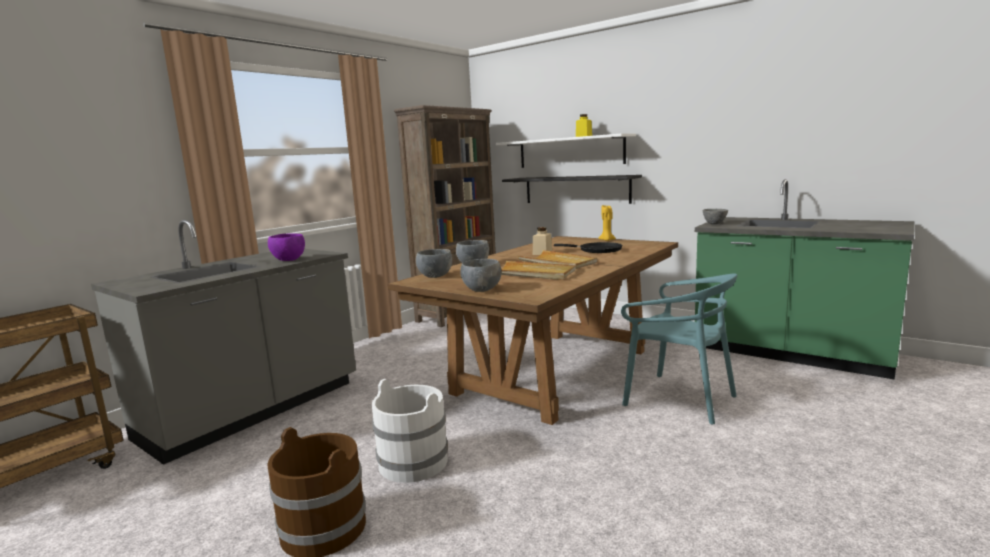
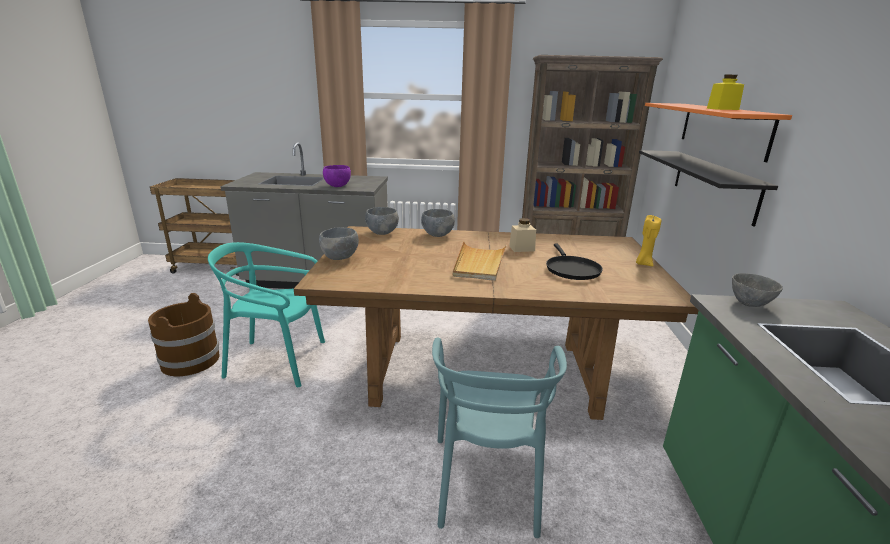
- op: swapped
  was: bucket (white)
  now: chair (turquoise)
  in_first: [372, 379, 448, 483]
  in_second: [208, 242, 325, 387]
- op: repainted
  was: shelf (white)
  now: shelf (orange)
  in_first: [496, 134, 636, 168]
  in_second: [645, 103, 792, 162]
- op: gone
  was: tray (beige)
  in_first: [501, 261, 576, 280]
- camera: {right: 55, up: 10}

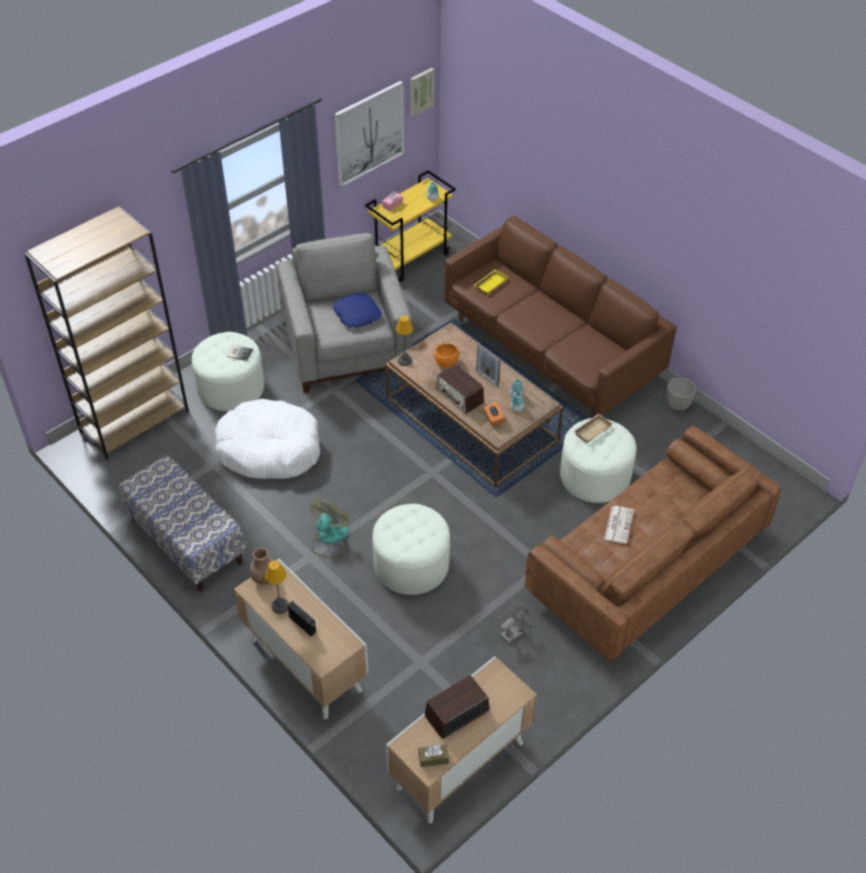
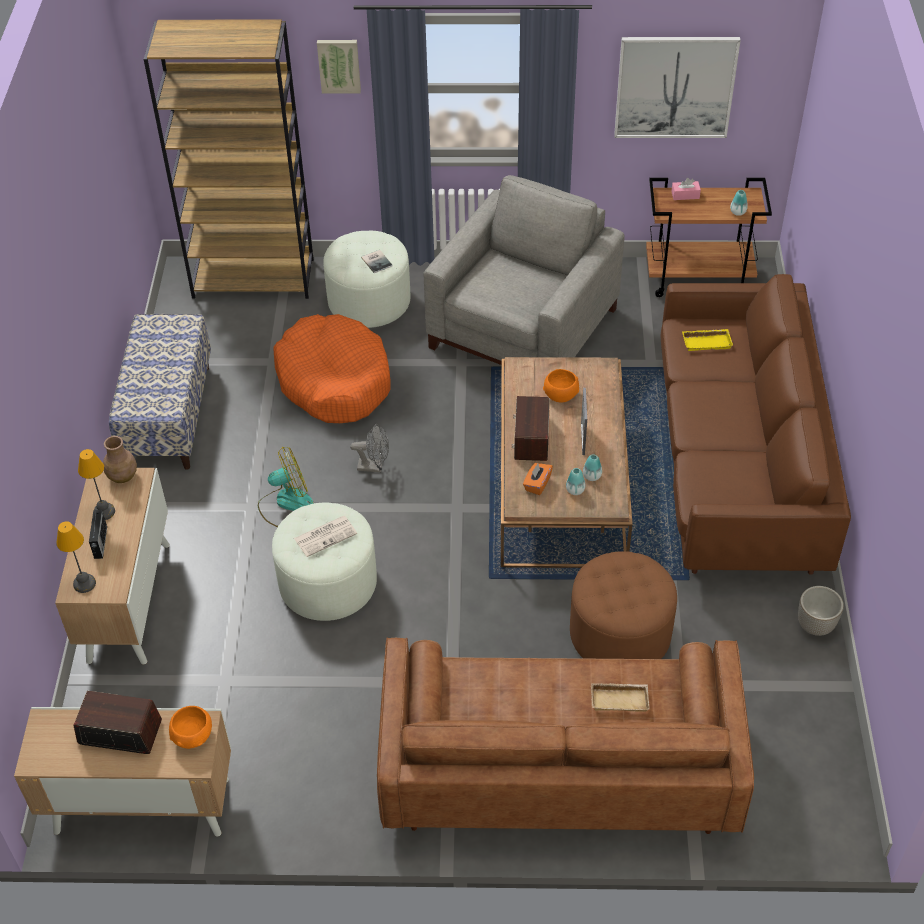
- op: shifted
  was: table lamp
  in_first: [396, 315, 413, 366]
  in_second: [56, 521, 96, 593]
- op: new
  now: bowl (orange)
  in_second: [169, 706, 212, 749]
- op: repainted
  was: dog bed (white)
  now: dog bed (orange)
  in_first: [215, 399, 320, 479]
  in_second: [274, 314, 391, 423]
- op: shifted
  was: newspaper
  in_first: [604, 506, 634, 544]
  in_second: [294, 516, 357, 557]
- op: shifted
  was: picture
  in_first: [410, 68, 434, 116]
  in_second: [317, 40, 361, 93]
- op: shifted
  was: fan (grey)
  in_first: [500, 600, 533, 644]
  in_second: [350, 424, 389, 472]
- op: repainted
  was: ottoman (white)
  now: ottoman (brown)
  in_first: [560, 418, 637, 503]
  in_second: [570, 551, 677, 659]
- op: shifted
  was: tray (beige)
  in_first: [574, 414, 612, 443]
  in_second: [591, 683, 650, 712]
- op: repainted
  was: cart (yellow)
  now: cart (brown)
  in_first: [365, 170, 456, 282]
  in_second: [646, 178, 772, 297]
- op: gone
  was: pillow (blue)
  in_first: [333, 293, 382, 328]
- op: gone
  was: tissue box (brown)
  in_first: [418, 744, 449, 767]
- camera: {right: 45, up: 0}

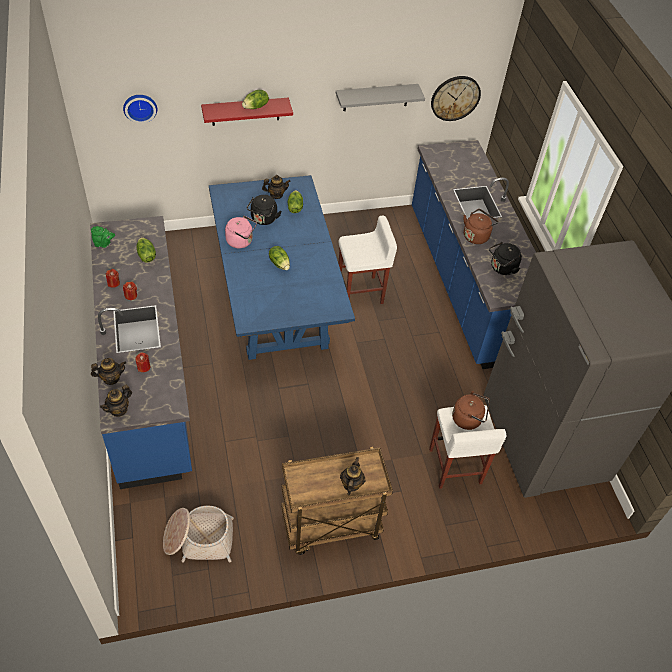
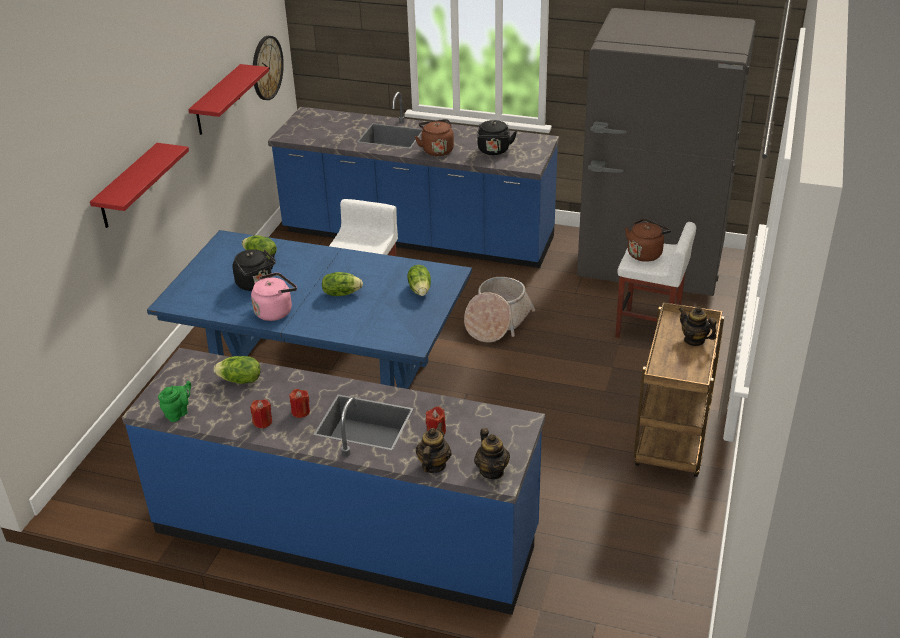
- op: repainted
  was: shelf (grey)
  now: shelf (red)
  in_first: [336, 84, 425, 111]
  in_second: [188, 64, 269, 135]
- op: shifted
  was: lettuce
  in_first: [242, 90, 269, 109]
  in_second: [407, 265, 431, 296]
- op: shifted
  was: basket
  in_first: [163, 506, 234, 563]
  in_second: [464, 277, 535, 342]
- op: gone
  was: wall clock
  in_first: [123, 95, 157, 124]
- op: gone
  was: teapot
  in_first: [262, 175, 291, 199]
- camera: {right: -55, up: -15}

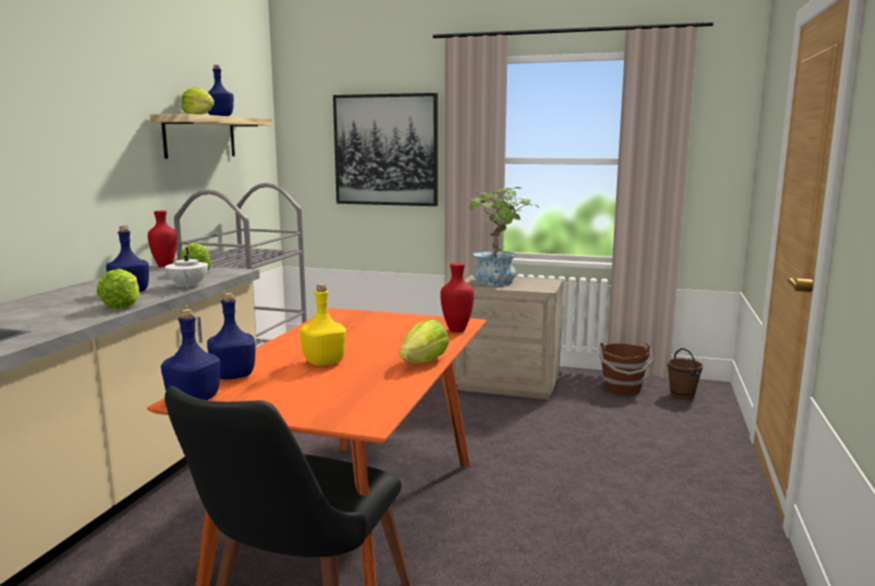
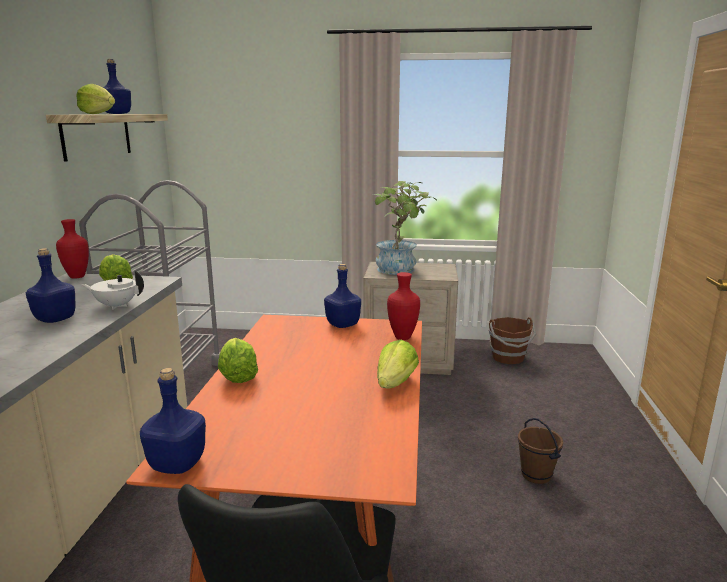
- op: rotated
  was: teapot (white)
  in_first: [165, 248, 208, 288]
  in_second: [81, 270, 144, 310]
  clockwise: 120
- op: shifted
  was: lettuce
  in_first: [97, 269, 140, 309]
  in_second: [218, 338, 258, 383]
- op: shifted
  was: bottle (blue)
  in_first: [207, 293, 256, 379]
  in_second: [324, 264, 361, 328]
- op: shifted
  was: bucket (brown)
  in_first: [667, 348, 703, 399]
  in_second: [518, 418, 563, 484]
- op: gone
  was: bottle (yellow)
  in_first: [300, 284, 346, 366]
- op: gone
  was: picture
  in_first: [333, 93, 438, 206]
- camera: {right: -10, up: 5}

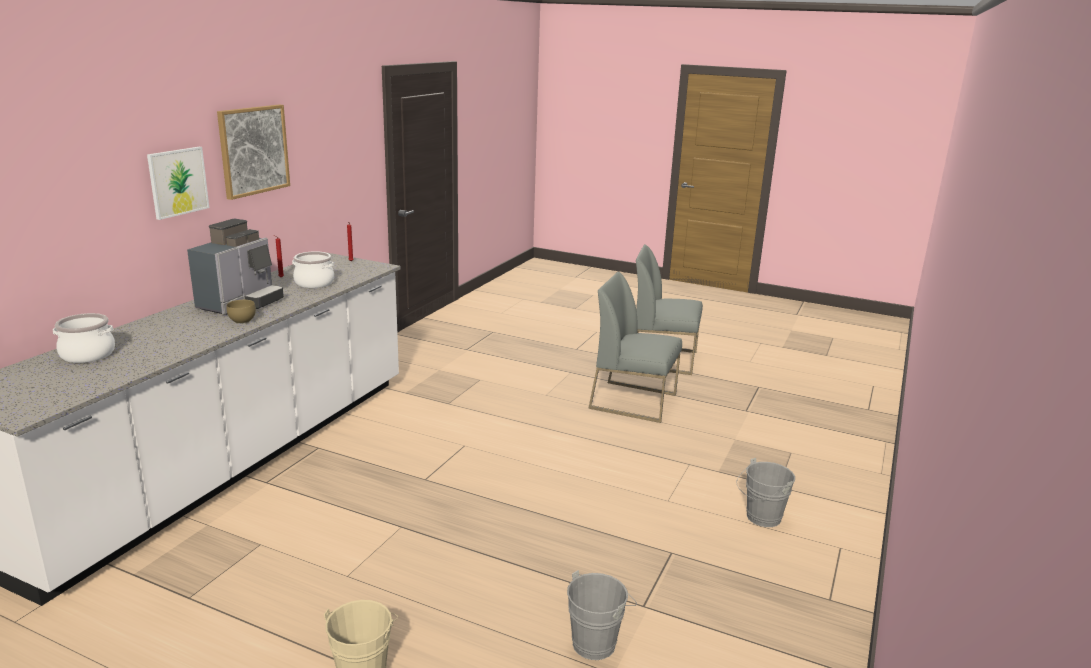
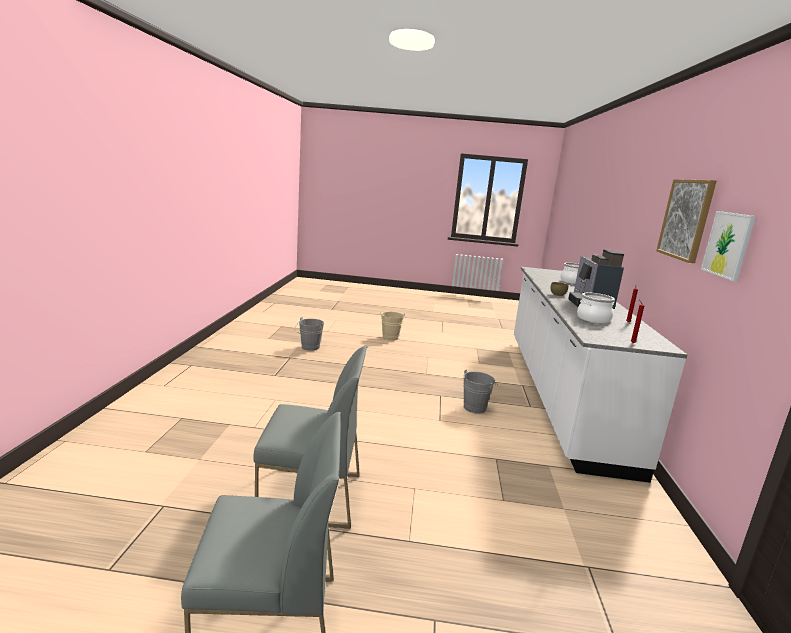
- op: shifted
  was: bucket (grey)
  in_first: [737, 458, 795, 527]
  in_second: [463, 369, 498, 414]
- op: shifted
  was: picture
  in_first: [147, 147, 209, 220]
  in_second: [701, 211, 756, 282]
- camera: {right: 160, up: -5}

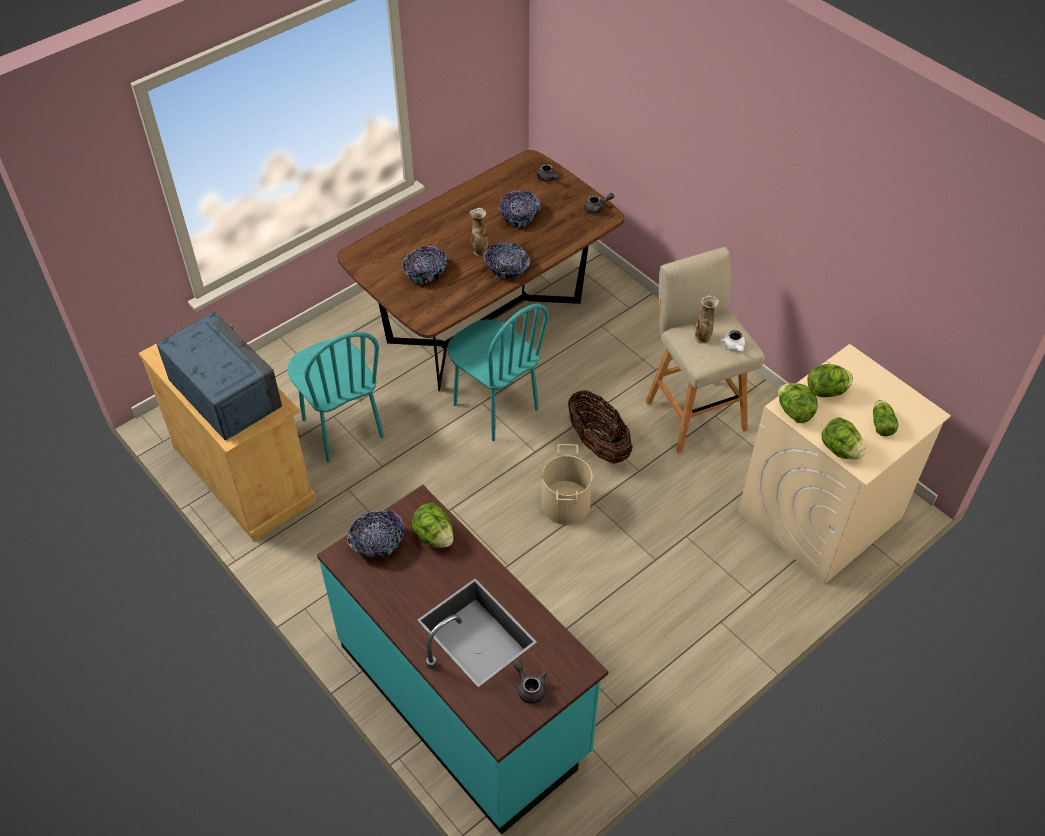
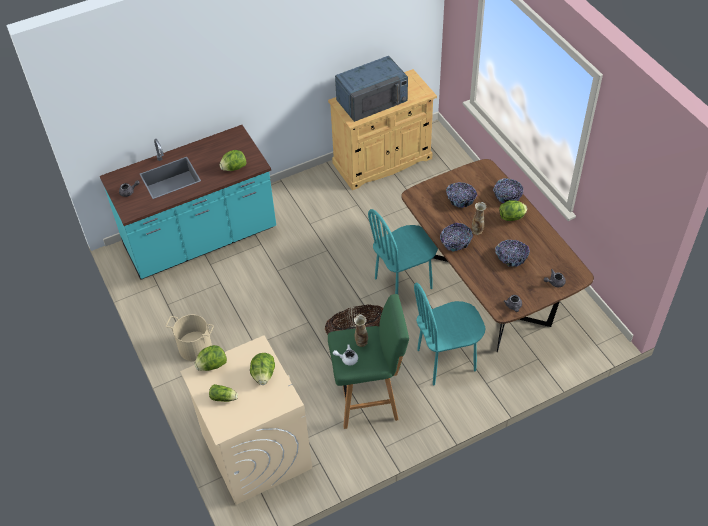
- op: shifted
  was: bucket (beige)
  in_first: [541, 444, 592, 525]
  in_second: [166, 315, 214, 361]
- op: repainted
  was: stool (beige)
  now: stool (green)
  in_first: [646, 247, 765, 454]
  in_second: [328, 294, 409, 429]
- op: shifted
  was: chair (turquoise)
  in_first: [288, 332, 384, 463]
  in_second: [414, 283, 485, 385]
- op: shifted
  was: bowl
  in_first: [347, 511, 405, 559]
  in_second: [493, 178, 524, 203]
- op: shifted
  was: lettuce
  in_first: [778, 383, 818, 423]
  in_second: [499, 200, 527, 221]
- camera: {right: 105, up: 0}

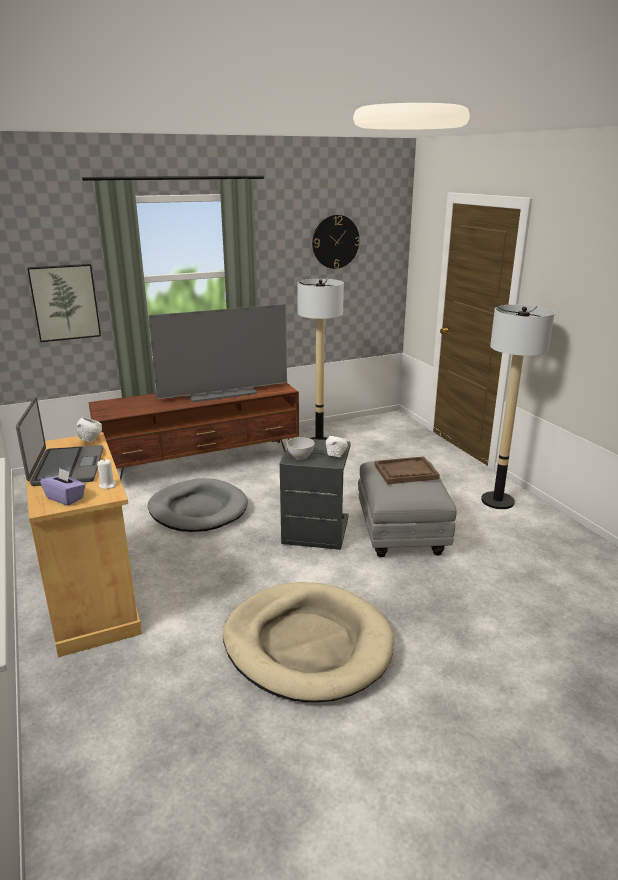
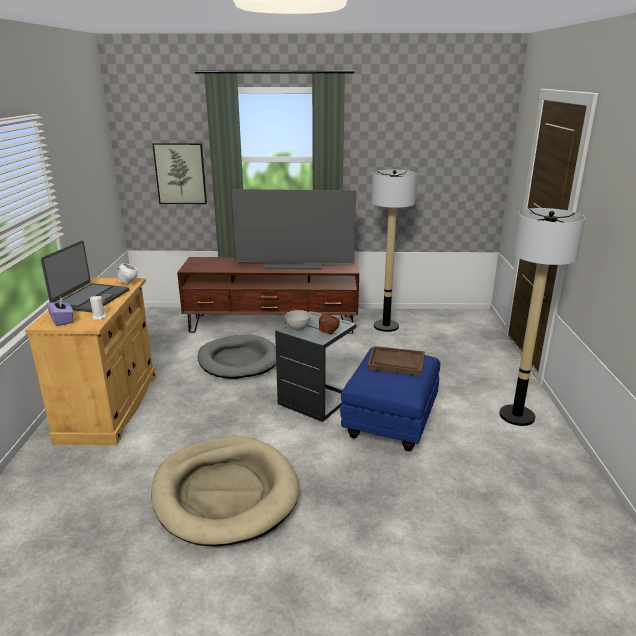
- op: repainted
  was: bowl (white)
  now: bowl (brown)
  in_first: [326, 436, 348, 457]
  in_second: [319, 313, 340, 335]
- op: repainted
  was: ottoman (grey)
  now: ottoman (blue)
  in_first: [358, 461, 457, 557]
  in_second: [340, 347, 440, 451]
- op: gone
  was: wall clock
  in_first: [312, 215, 360, 269]
- camera: {right: 25, up: 0}

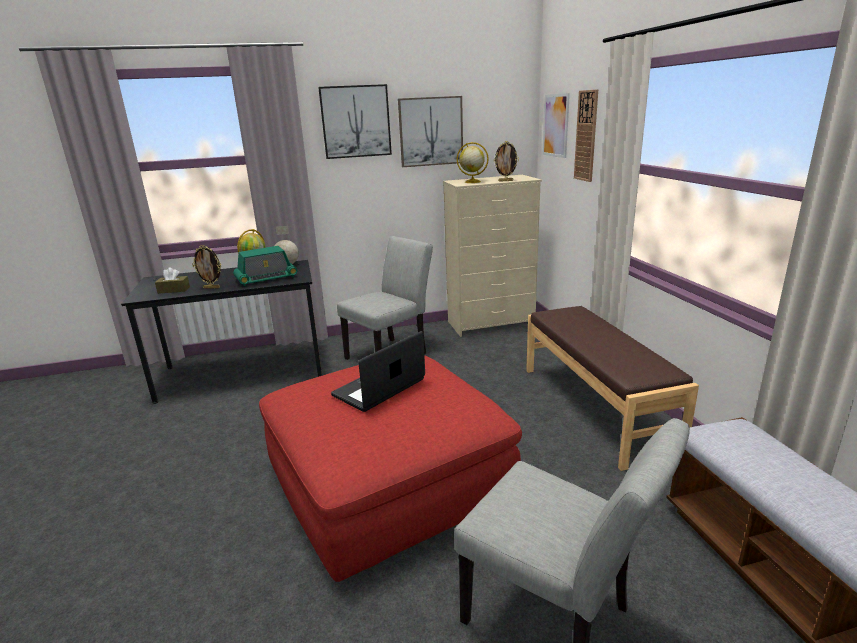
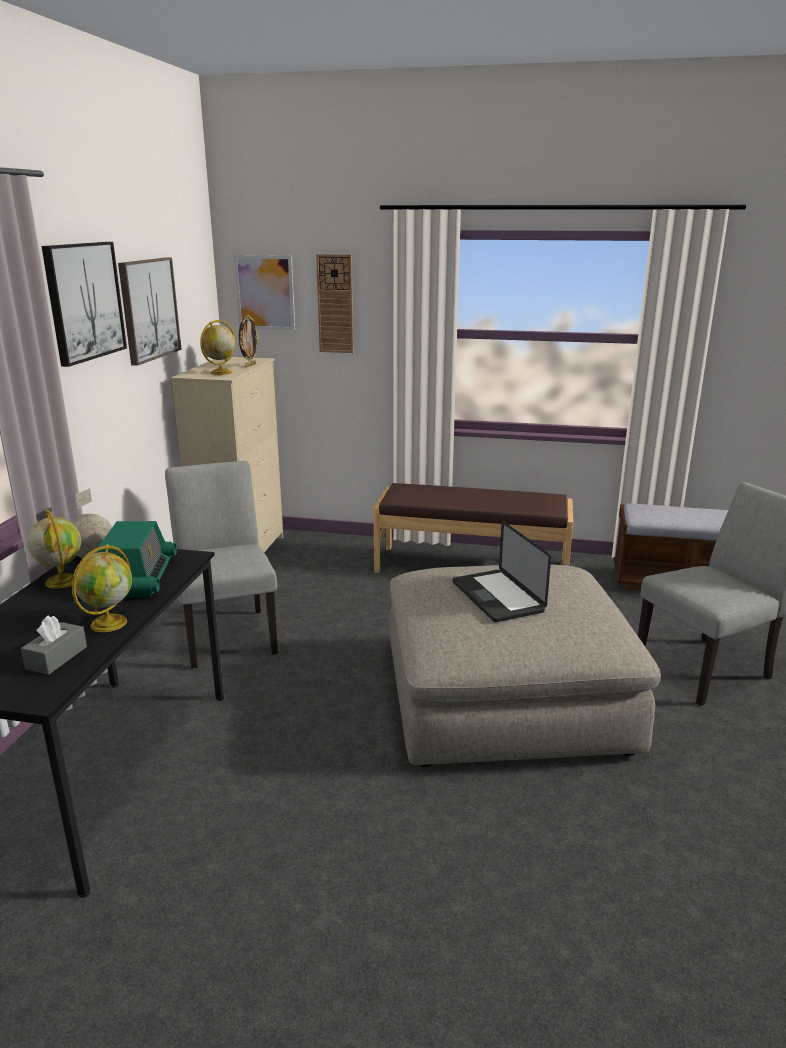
- op: repainted
  was: tissue box (brown)
  now: tissue box (grey)
  in_first: [155, 268, 190, 294]
  in_second: [21, 616, 87, 675]
- op: swapped
  was: picture frame
  now: globe
  in_first: [192, 245, 221, 289]
  in_second: [72, 544, 132, 632]
- op: repainted
  was: ottoman (red)
  now: ottoman (beige)
  in_first: [259, 355, 522, 582]
  in_second: [390, 564, 661, 767]
- camera: {right: -65, up: 0}

